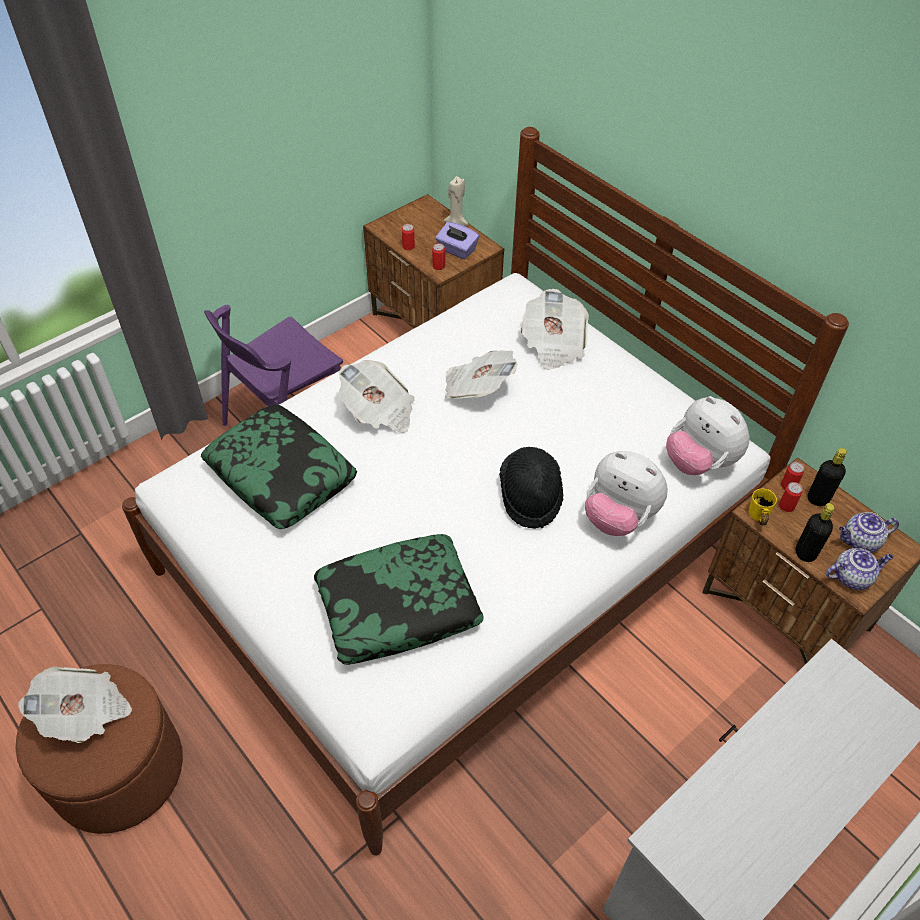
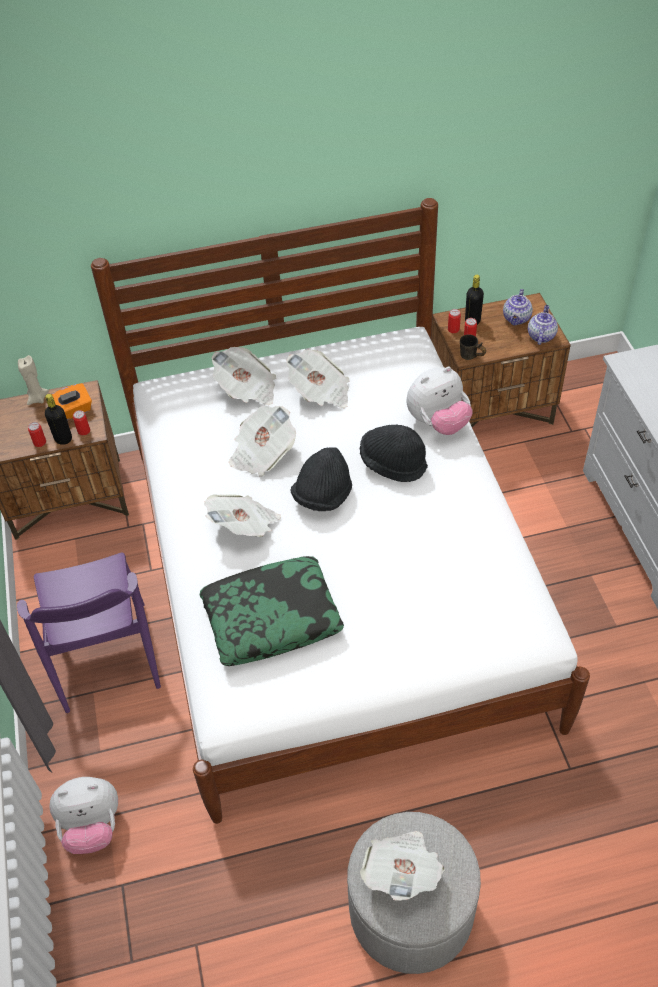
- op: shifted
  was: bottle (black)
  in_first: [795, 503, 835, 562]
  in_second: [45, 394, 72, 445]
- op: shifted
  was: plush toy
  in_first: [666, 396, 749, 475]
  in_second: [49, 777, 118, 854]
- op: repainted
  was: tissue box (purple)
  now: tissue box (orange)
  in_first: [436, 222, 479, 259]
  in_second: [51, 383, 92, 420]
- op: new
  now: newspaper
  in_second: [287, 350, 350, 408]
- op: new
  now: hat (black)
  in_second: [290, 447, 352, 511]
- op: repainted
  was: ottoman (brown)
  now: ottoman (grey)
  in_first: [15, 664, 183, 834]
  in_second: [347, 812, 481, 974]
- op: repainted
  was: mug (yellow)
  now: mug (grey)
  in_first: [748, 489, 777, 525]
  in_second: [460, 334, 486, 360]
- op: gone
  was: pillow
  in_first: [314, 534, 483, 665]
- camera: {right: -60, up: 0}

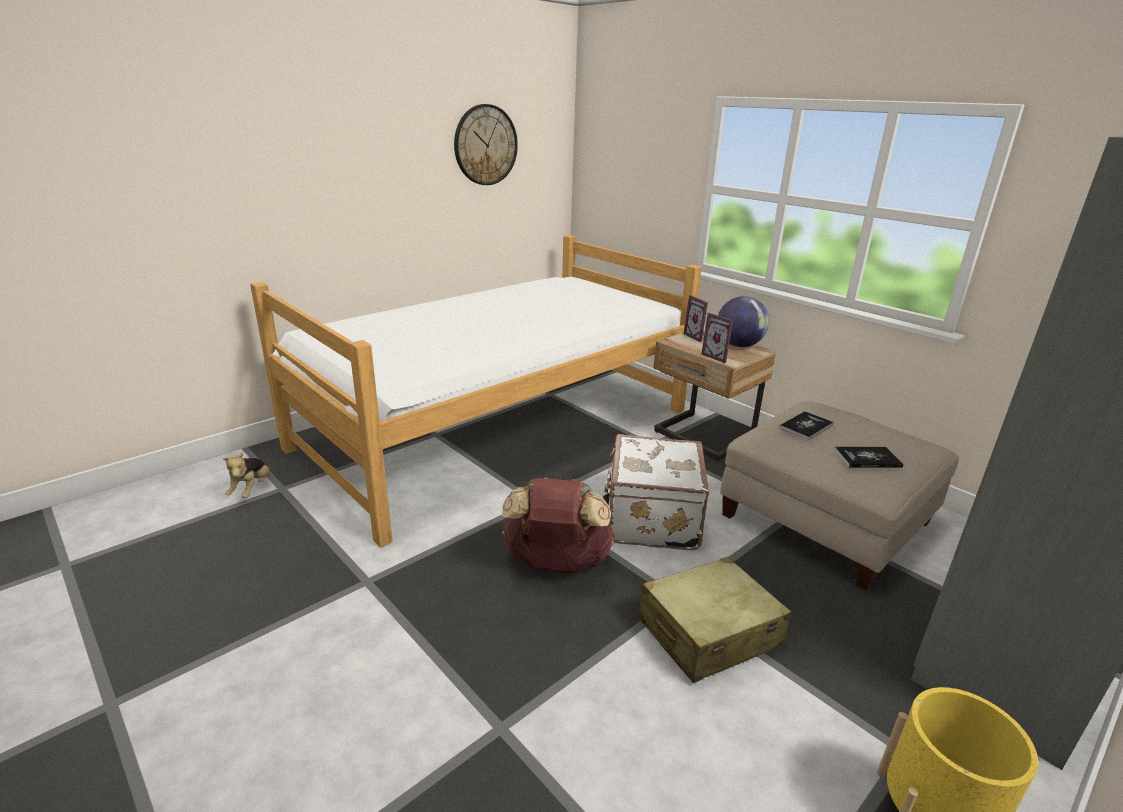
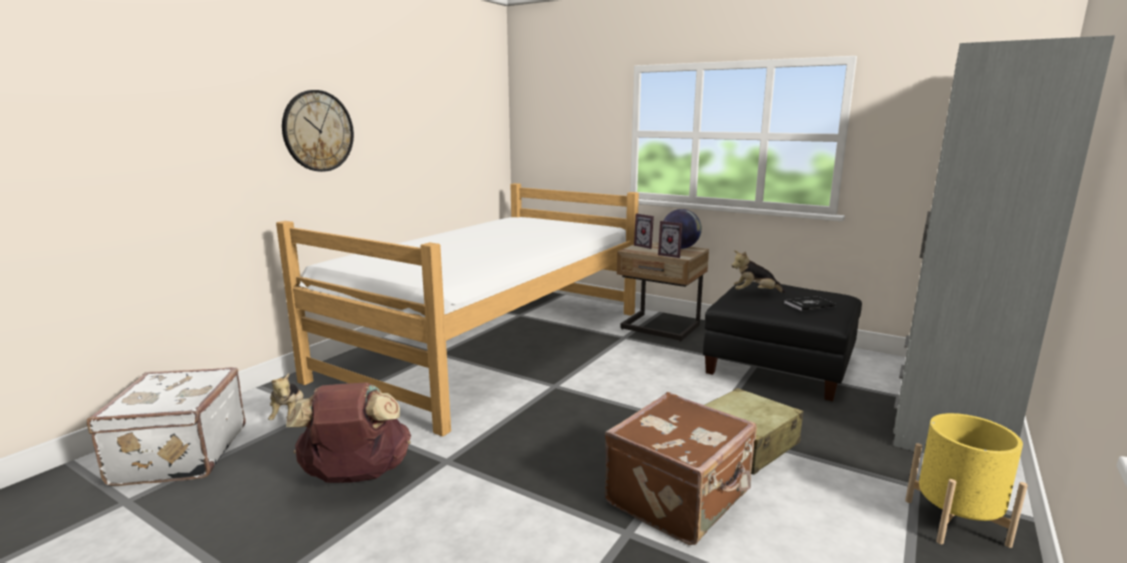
- op: shifted
  was: suitcase (white)
  in_first: [603, 434, 709, 551]
  in_second: [87, 367, 246, 486]
- op: shifted
  was: wall clock
  in_first: [454, 104, 518, 185]
  in_second: [282, 90, 354, 172]
- op: shifted
  was: backpack (brown)
  in_first: [502, 478, 615, 573]
  in_second: [286, 382, 411, 483]
- op: new
  now: suitcase (brown)
  in_second: [605, 392, 757, 545]
- op: repainted
  was: ottoman (beige)
  now: ottoman (black)
  in_first: [720, 401, 959, 590]
  in_second: [703, 282, 862, 401]
- op: swapped
  was: book
  now: plush toy
  in_first: [779, 411, 834, 440]
  in_second: [731, 250, 786, 293]
- camera: {right: -15, up: -10}

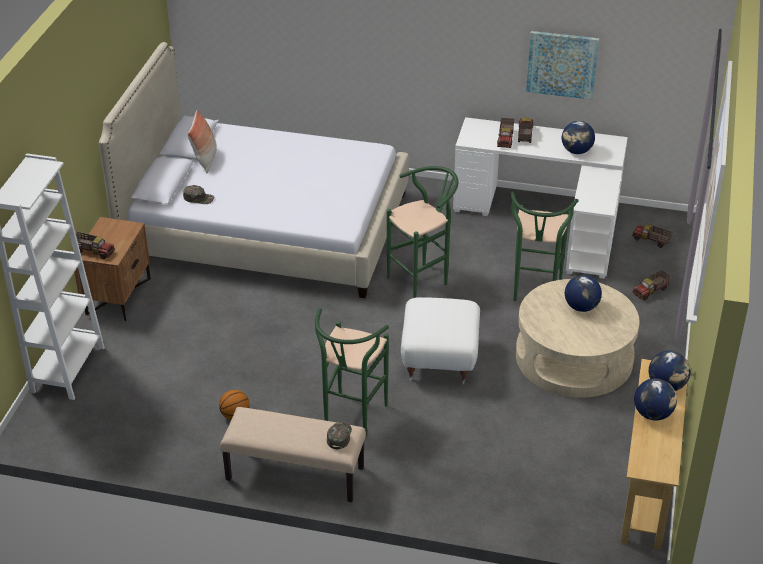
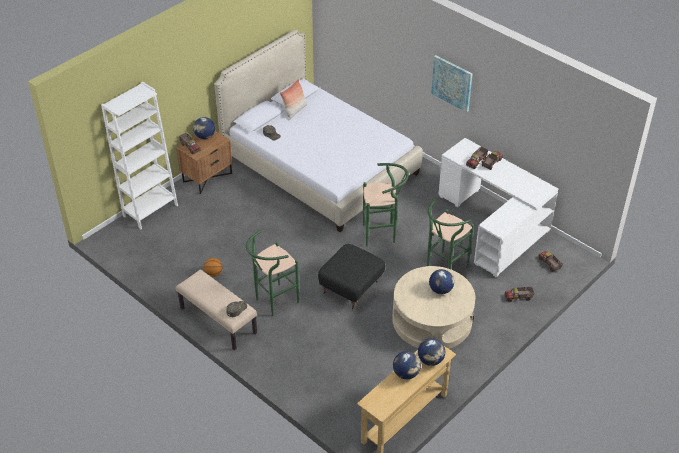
- op: shifted
  was: globe
  in_first: [562, 121, 595, 154]
  in_second: [193, 117, 215, 139]
- op: repainted
  was: ottoman (white)
  now: ottoman (black)
  in_first: [401, 297, 480, 384]
  in_second: [318, 244, 385, 309]
- op: shifted
  was: picture
  in_first: [526, 31, 599, 100]
  in_second: [431, 55, 473, 112]
- camera: {right: 30, up: 5}

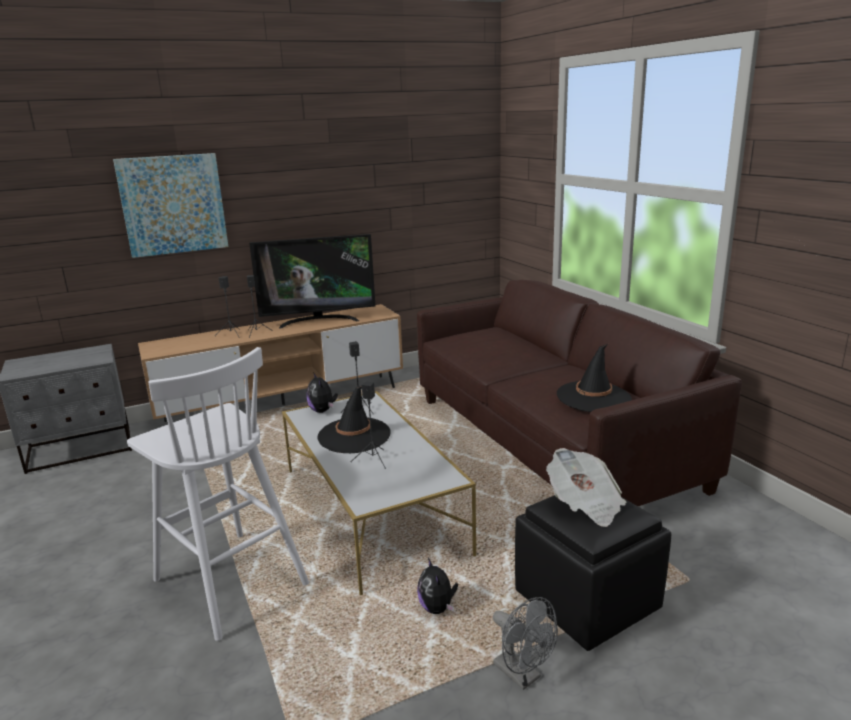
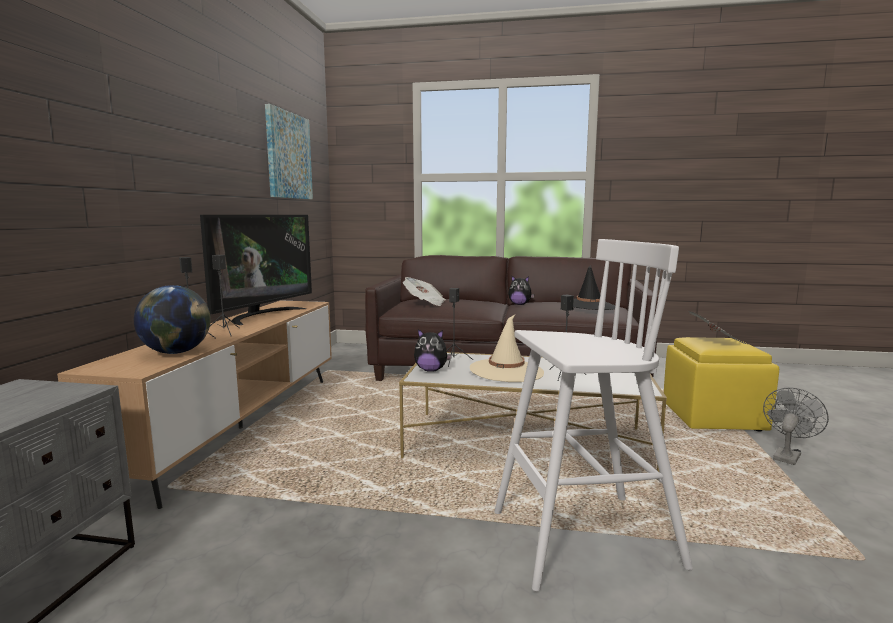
- op: new
  now: globe
  in_second: [134, 285, 211, 354]
- op: shifted
  was: picture
  in_first: [113, 153, 229, 258]
  in_second: [265, 104, 313, 200]
- op: new
  now: newspaper
  in_second: [403, 277, 446, 306]
- op: repainted
  was: hat (black)
  now: hat (beige)
  in_first: [317, 386, 390, 453]
  in_second: [470, 315, 544, 382]
- op: shifted
  was: plush toy
  in_first: [417, 558, 458, 614]
  in_second: [508, 276, 534, 305]
- op: repainted
  was: ottoman (black)
  now: ottoman (yellow)
  in_first: [515, 495, 671, 651]
  in_second: [664, 337, 779, 431]
- op: rotated
  was: fan (grey)
  in_first: [493, 597, 558, 690]
  in_second: [763, 387, 829, 465]
  clockwise: -45
- camera: {right: -55, up: -10}

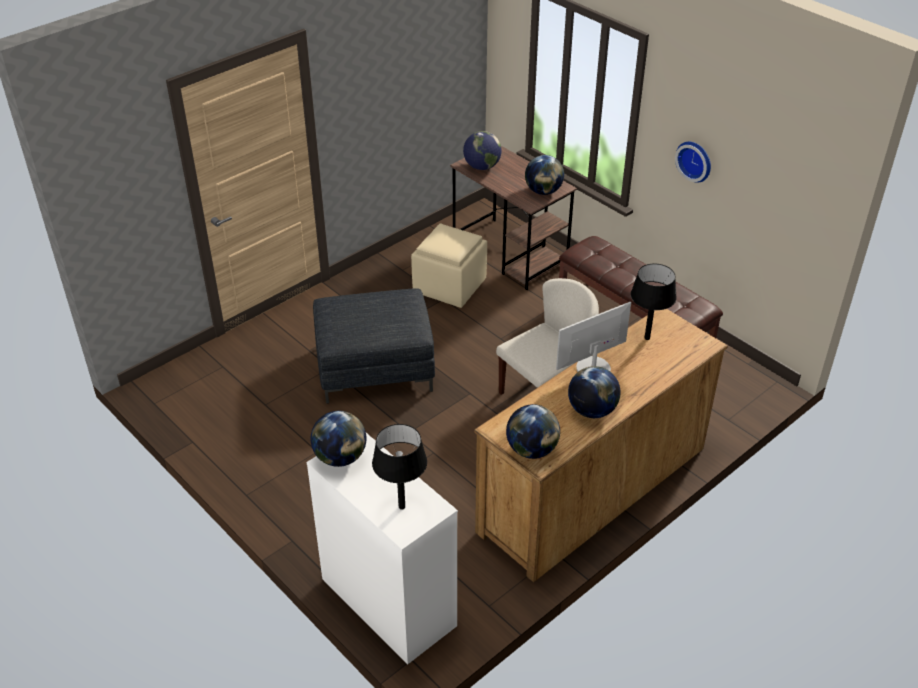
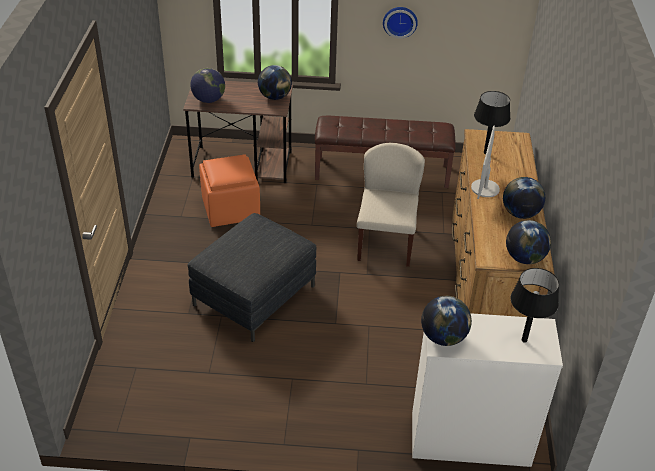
- op: repainted
  was: ottoman (beige)
  now: ottoman (orange)
  in_first: [411, 223, 487, 308]
  in_second: [199, 154, 260, 227]
- camera: {right: -45, up: 0}

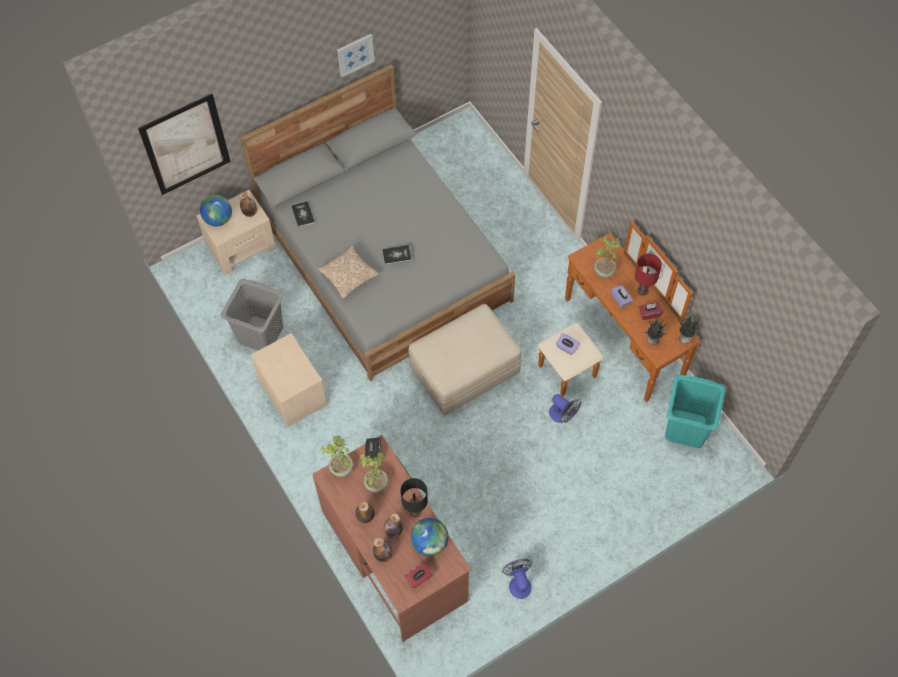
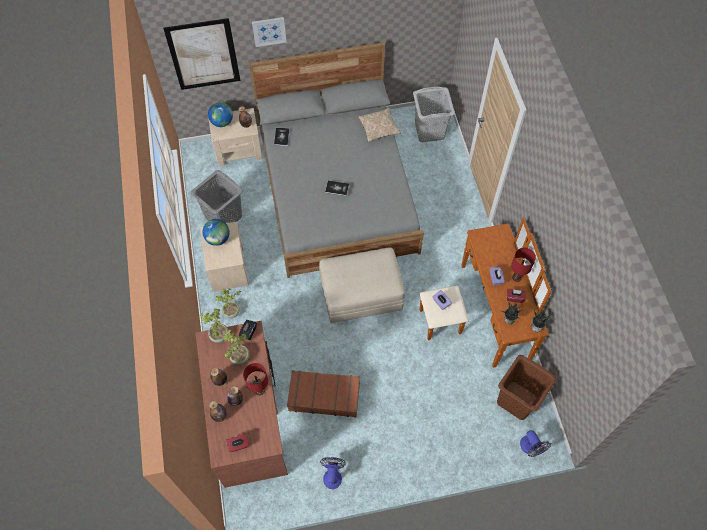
- op: shifted
  was: globe
  in_first: [411, 518, 448, 556]
  in_second: [202, 219, 230, 246]
- op: shifted
  was: potted plant
  in_first: [594, 236, 621, 278]
  in_second: [216, 288, 242, 318]
- op: repainted
  was: table lamp (black)
  now: table lamp (red)
  in_first: [400, 478, 428, 517]
  in_second: [243, 363, 268, 395]
- op: shifted
  was: picture
  in_first: [337, 34, 375, 77]
  in_second: [252, 17, 287, 47]
- op: new
  now: suitcase (brown)
  in_second: [287, 370, 360, 417]
- op: shifted
  was: pillow
  in_first: [317, 245, 380, 299]
  in_second: [358, 108, 401, 142]
- op: new
  now: laundry basket (grey)
  in_second: [413, 87, 455, 142]
- op: repainted
  was: laundry basket (turquoise)
  now: laundry basket (brown)
  in_first: [665, 374, 726, 448]
  in_second: [497, 355, 557, 420]
- op: shifted
  was: fan
  in_first: [549, 394, 581, 423]
  in_second: [520, 430, 551, 457]
- camera: {right: 20, up: 0}

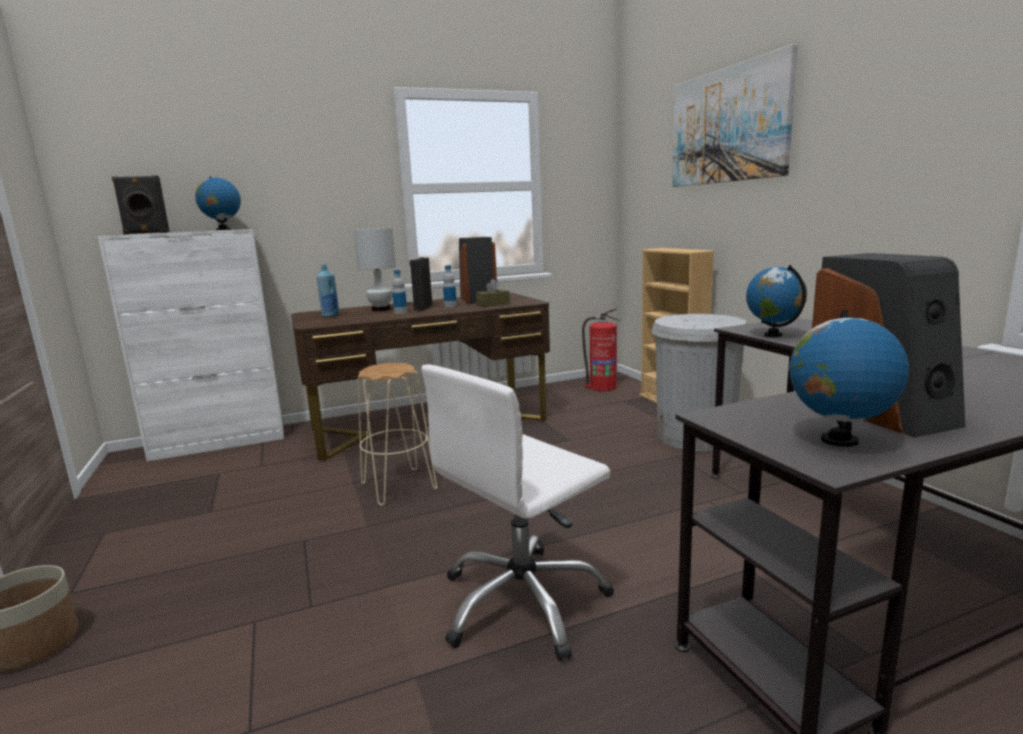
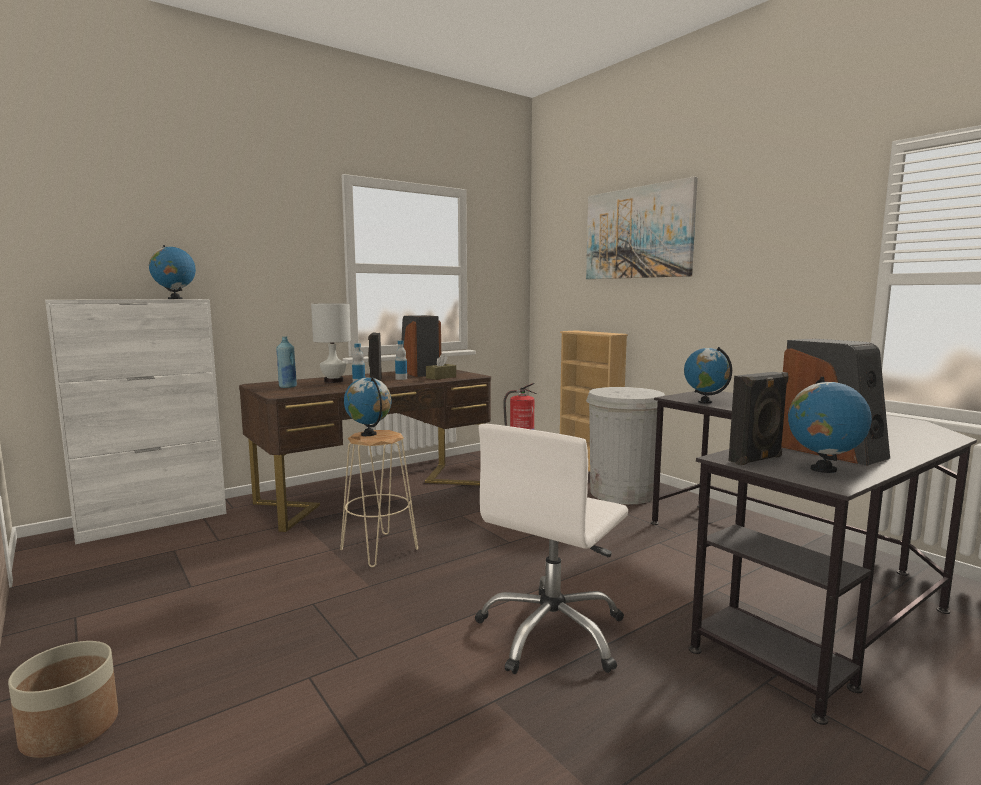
- op: new
  now: globe
  in_second: [344, 377, 392, 436]
- op: shifted
  was: speaker (black)
  in_first: [112, 176, 170, 234]
  in_second: [728, 372, 788, 466]
- camera: {right: -15, up: -5}

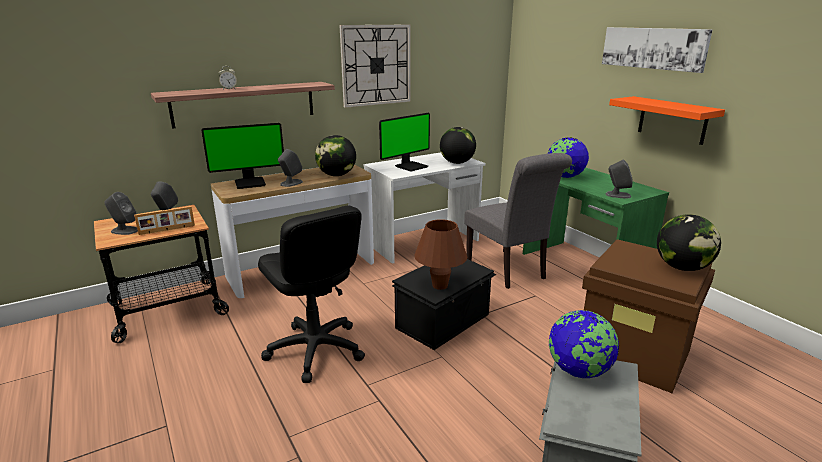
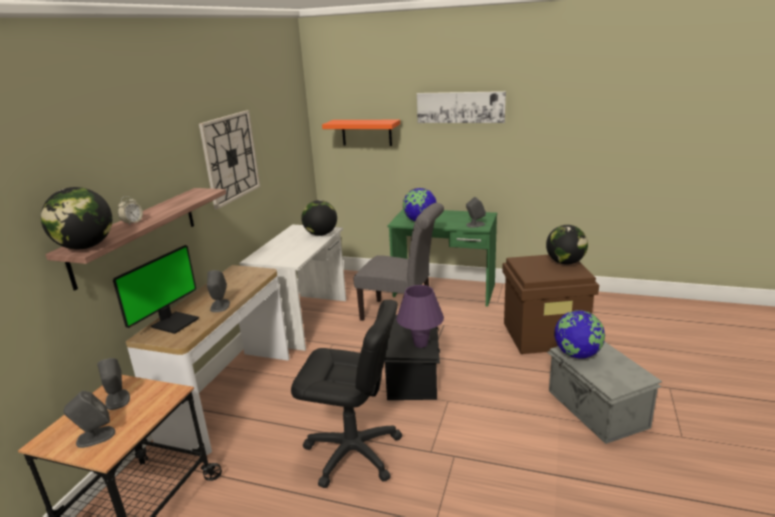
- op: shifted
  was: globe
  in_first: [315, 135, 356, 176]
  in_second: [41, 187, 112, 249]
- op: shifted
  was: shelf (orange)
  in_first: [609, 96, 725, 145]
  in_second: [322, 120, 400, 146]
- op: repainted
  was: table lamp (brown)
  now: table lamp (purple)
  in_first: [414, 219, 467, 290]
  in_second: [396, 285, 444, 348]
- op: gone
  was: picture frame
  in_first: [134, 206, 195, 235]
- op: gone
  was: monitor
  in_first: [379, 113, 430, 171]
- camera: {right: -40, up: 0}

